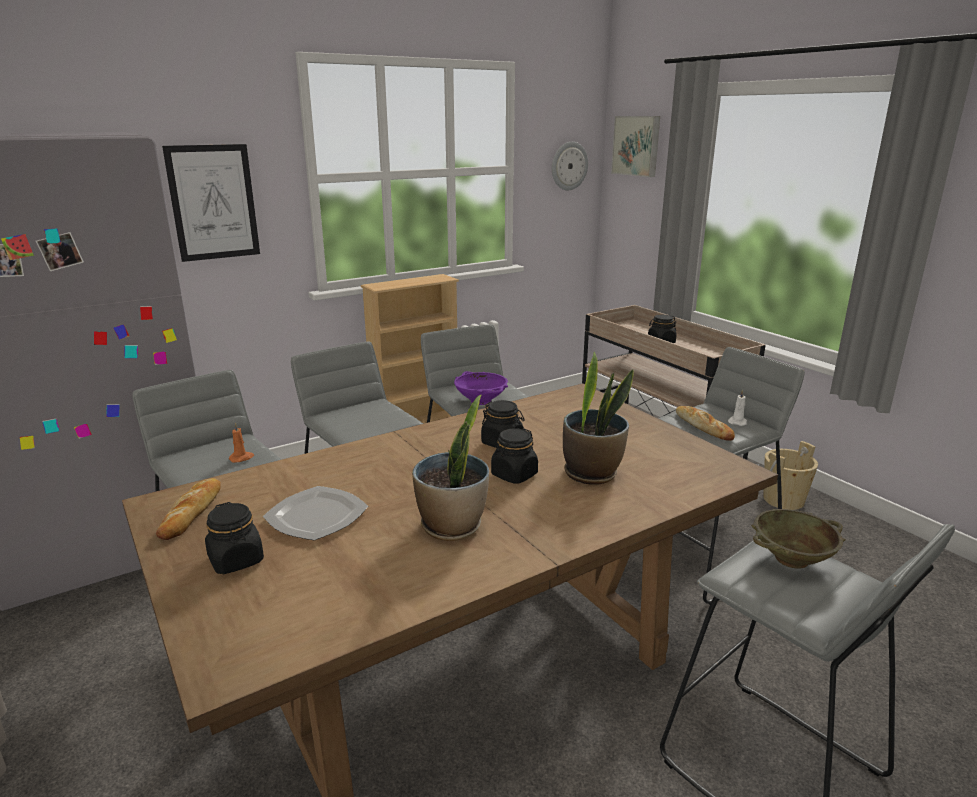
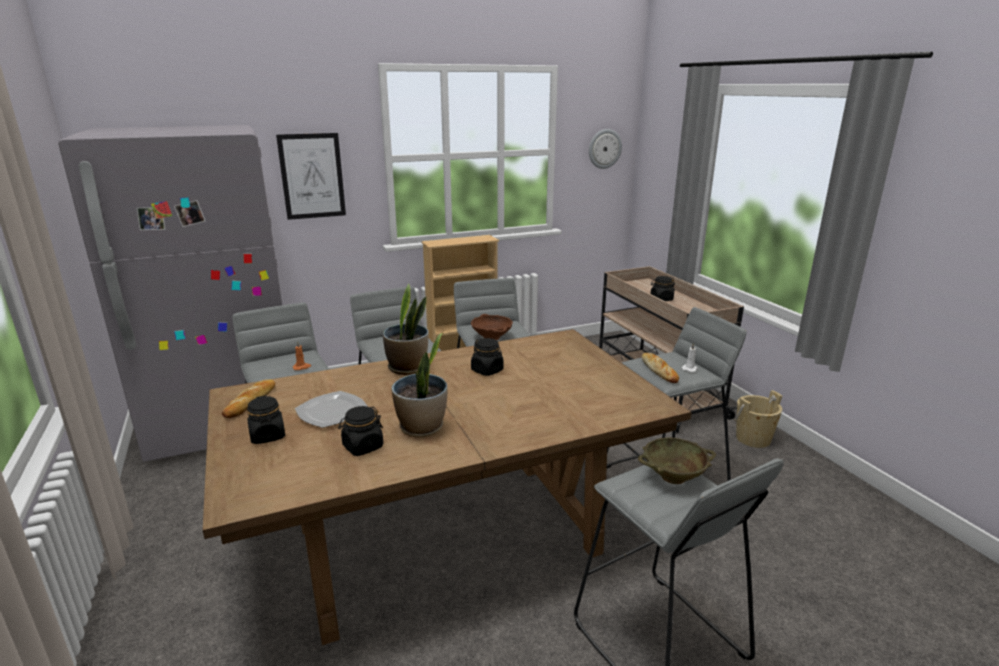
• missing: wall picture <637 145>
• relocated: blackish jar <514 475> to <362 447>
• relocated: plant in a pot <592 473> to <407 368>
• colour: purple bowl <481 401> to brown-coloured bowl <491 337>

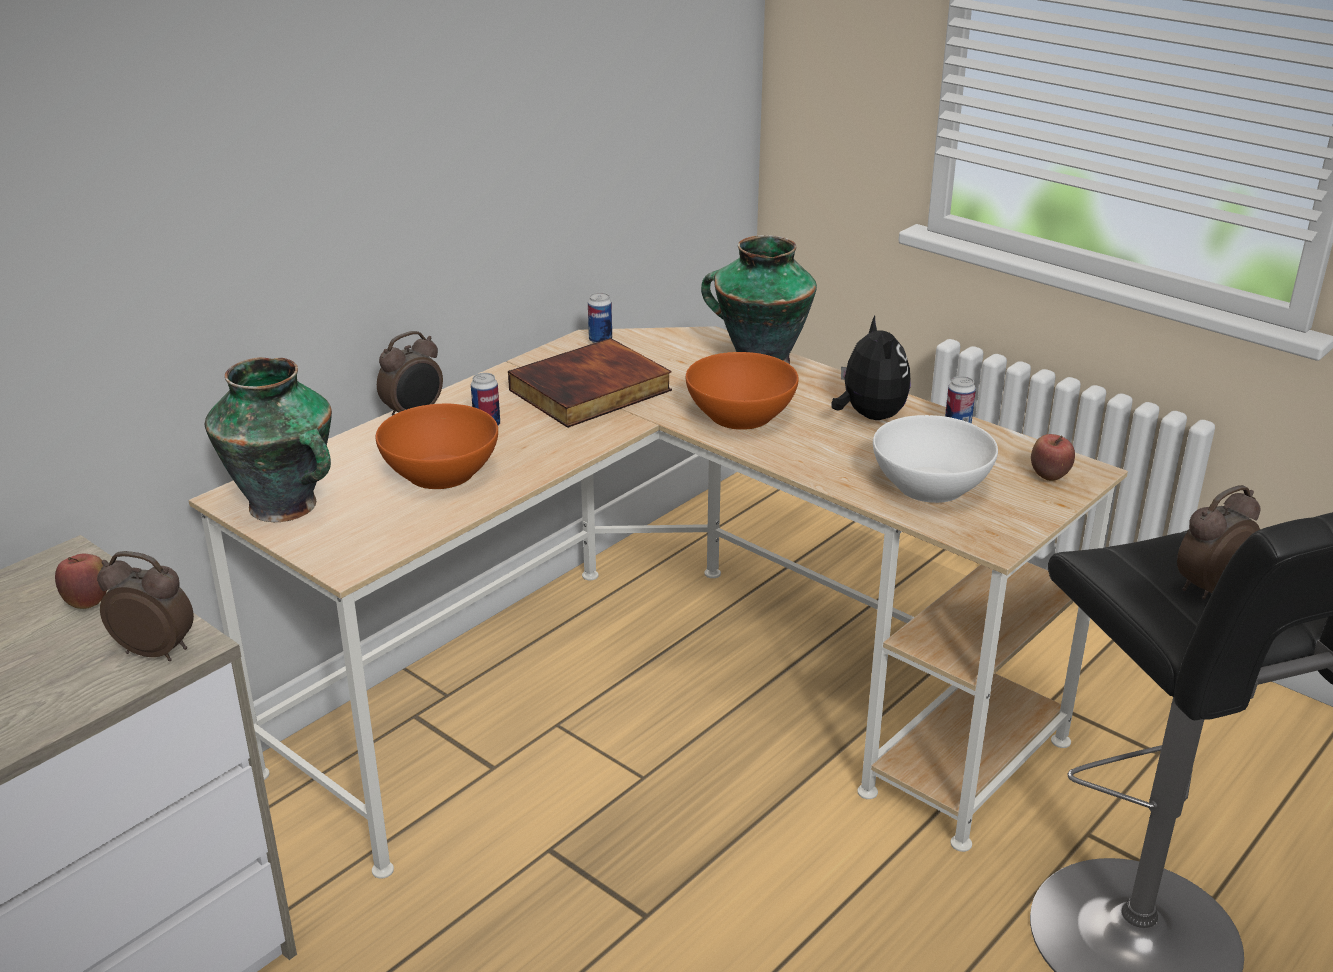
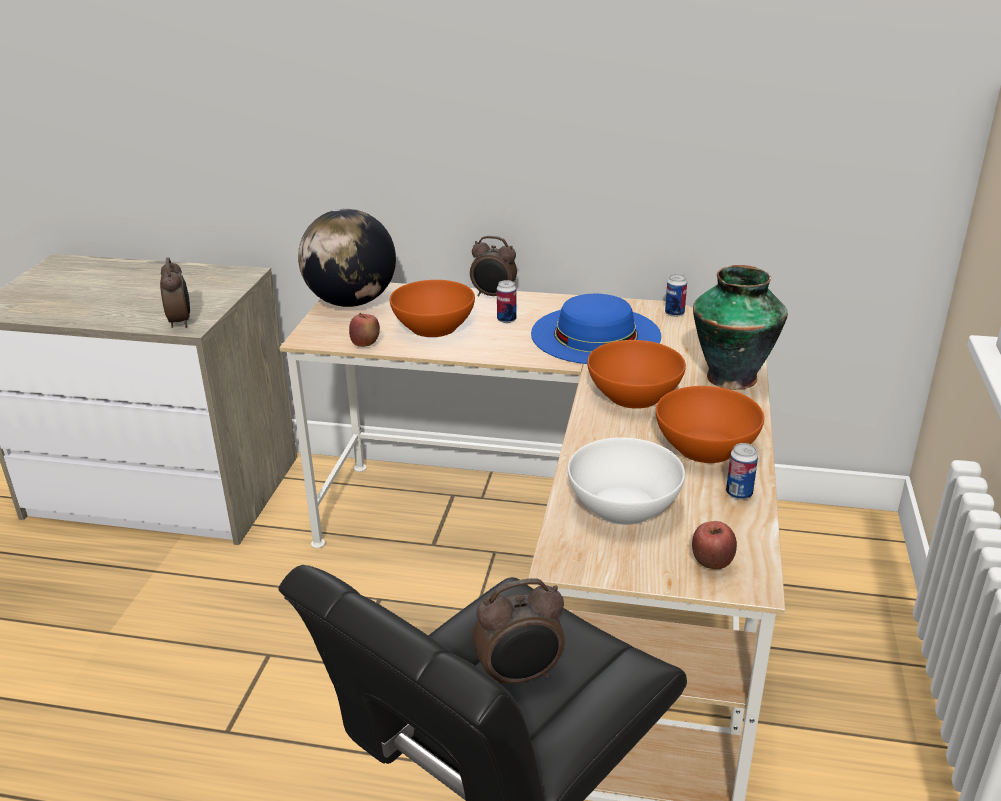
• relocated: apple fruit <88 602> to <365 344>
• exchanged: flower vase <285 507> to desk globe <351 302>
• exchanged: bound book <591 391> to bluish hat <595 334>
• exchanged: plush toy <869 416> to orangey bowl <705 447>
• spun: table clock <1207 587> = <520 676> 135 degrees clockwise

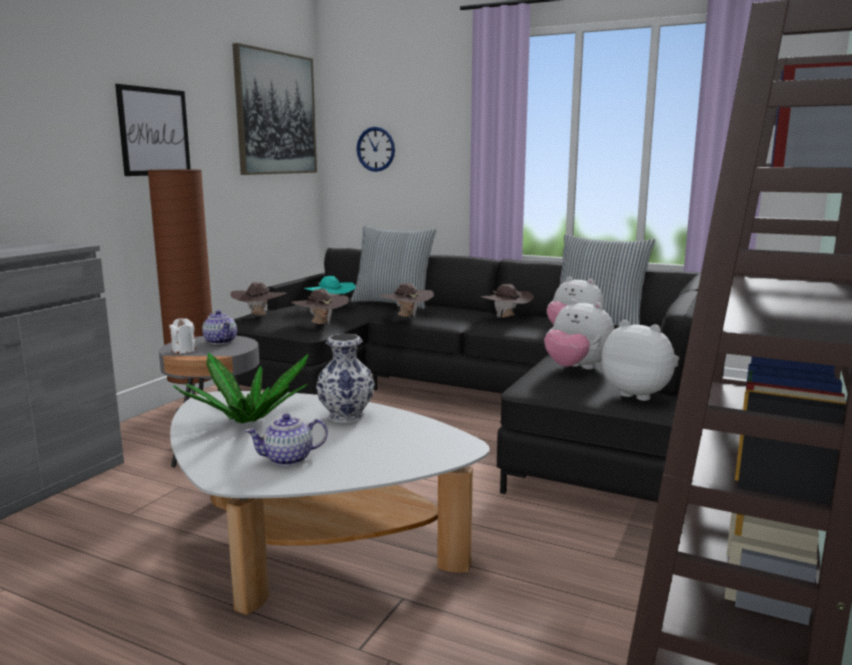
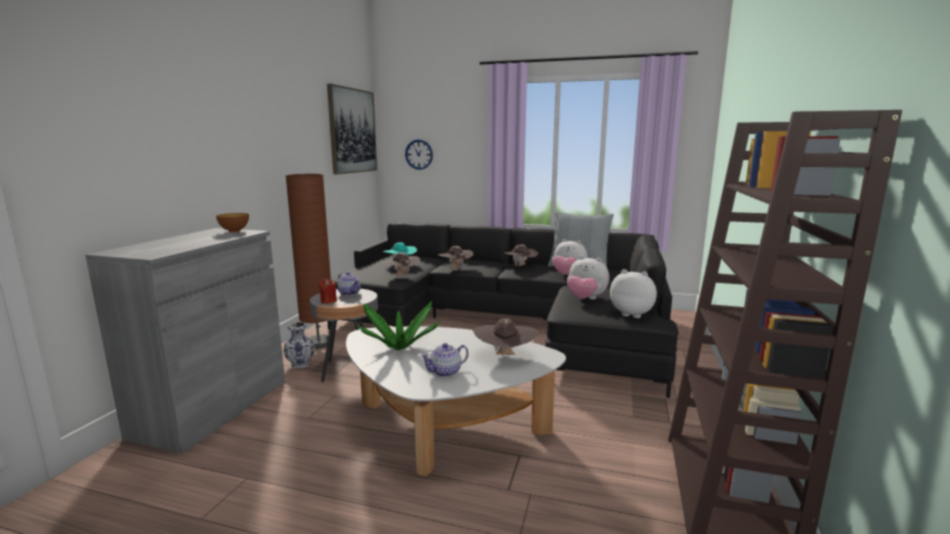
• missing: wall picture <154 132>
• missing: throw pillow <393 303>
• appeared: bowl <234 231>
• relocated: brown-coloured hat <259 316> to <505 356>
• relocated: flower vase <345 417> to <300 364>
• colour: whitish candle <184 350> to red candle <328 301>

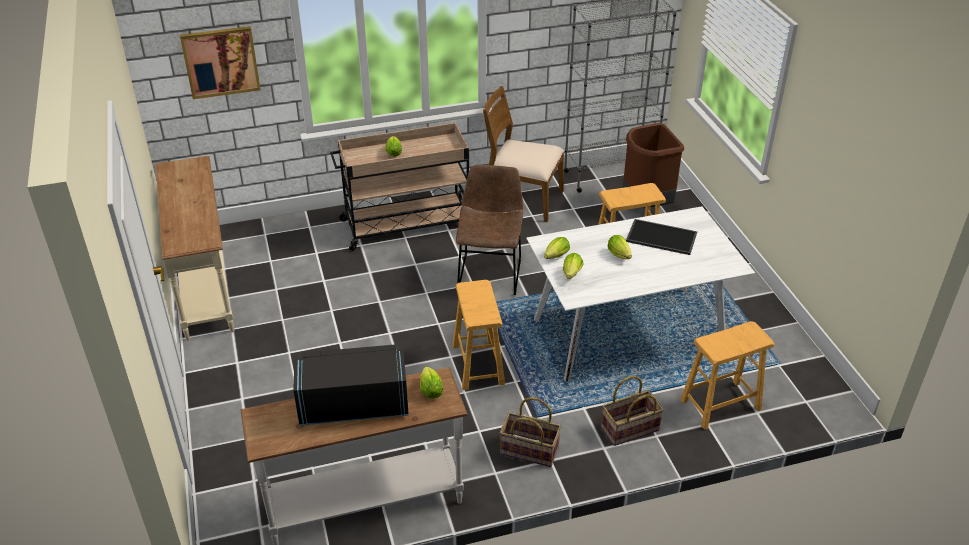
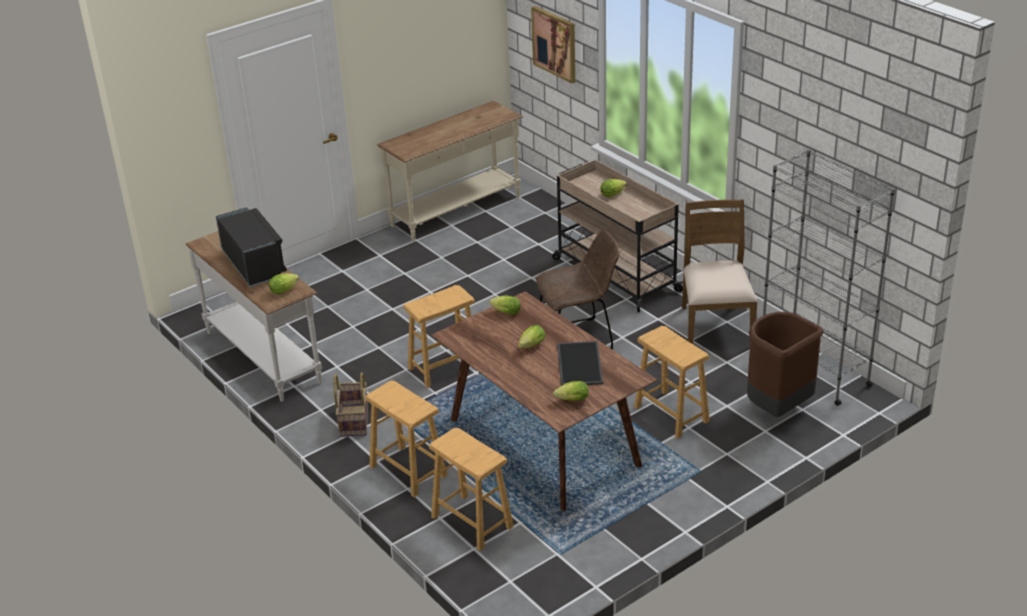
• relocated: lettuce head <571 275> to <571 400>
• exchanged: basket <630 429> to brown-coloured stool <408 471>
• colour: whitish dining table <628 333> to brown-coloured dining table <542 442>

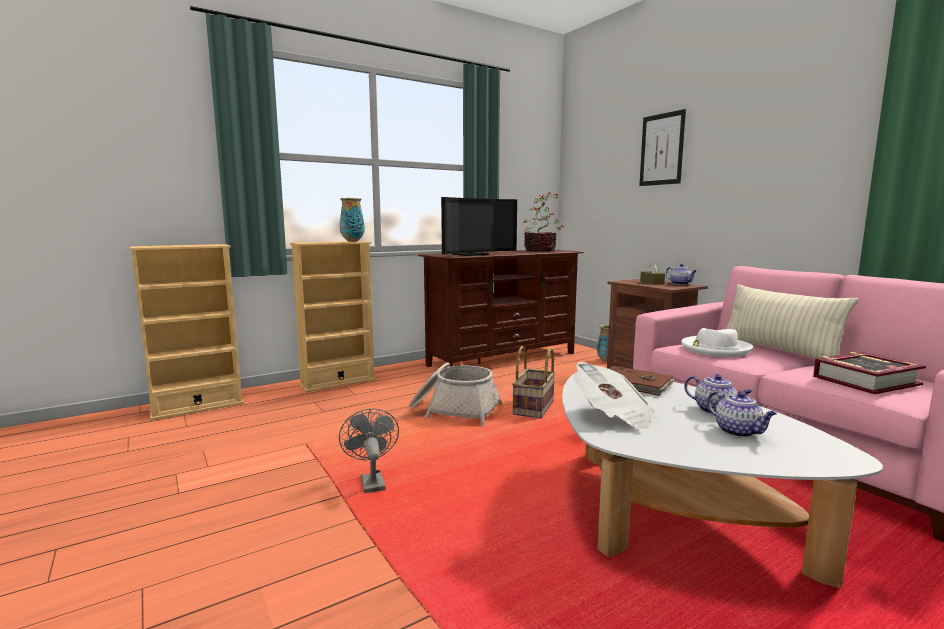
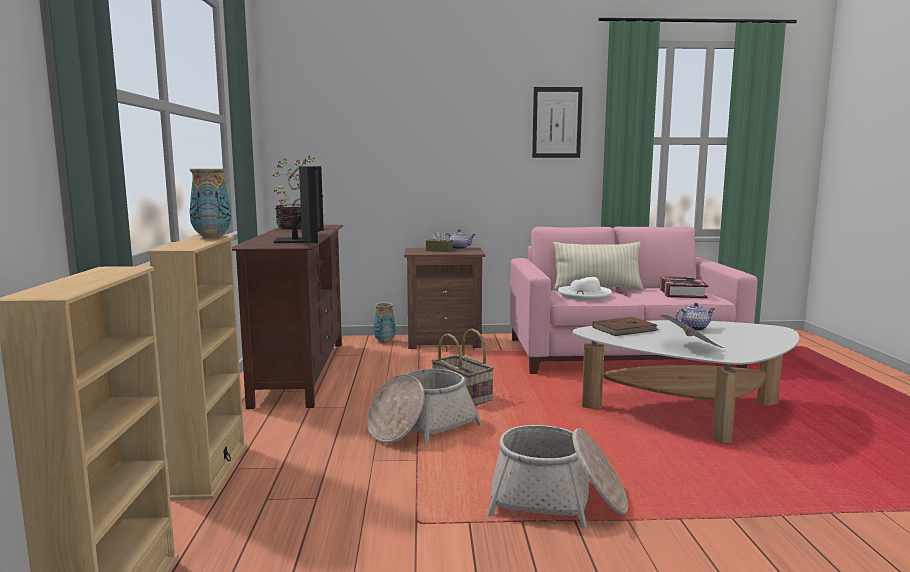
• missing: tea pot <738 432>
• relocated: wall picture <662 149> to <557 122>
• exchanged: greyish cooling fan <371 481> to basket <557 501>

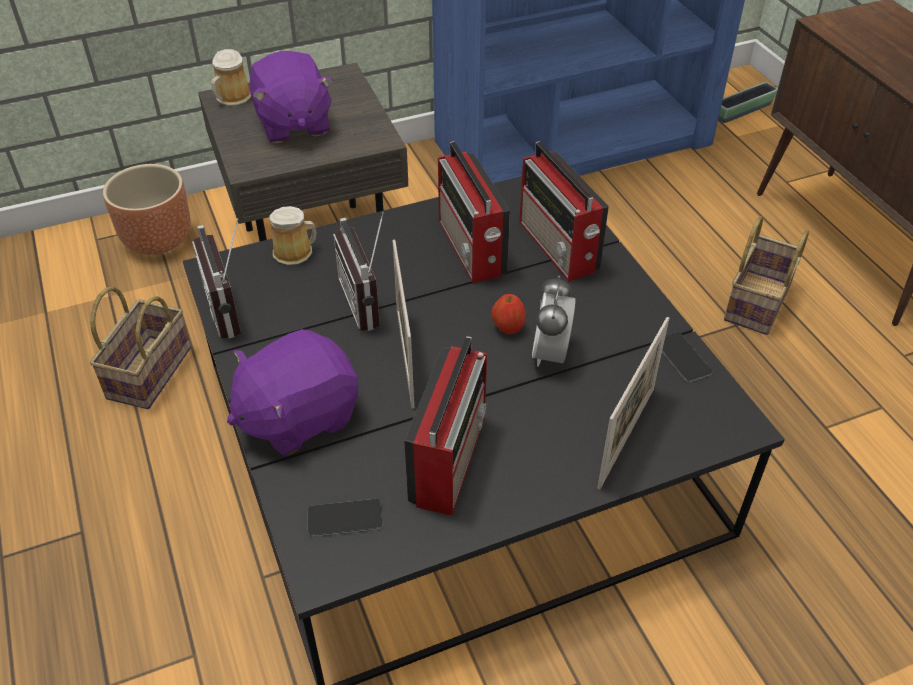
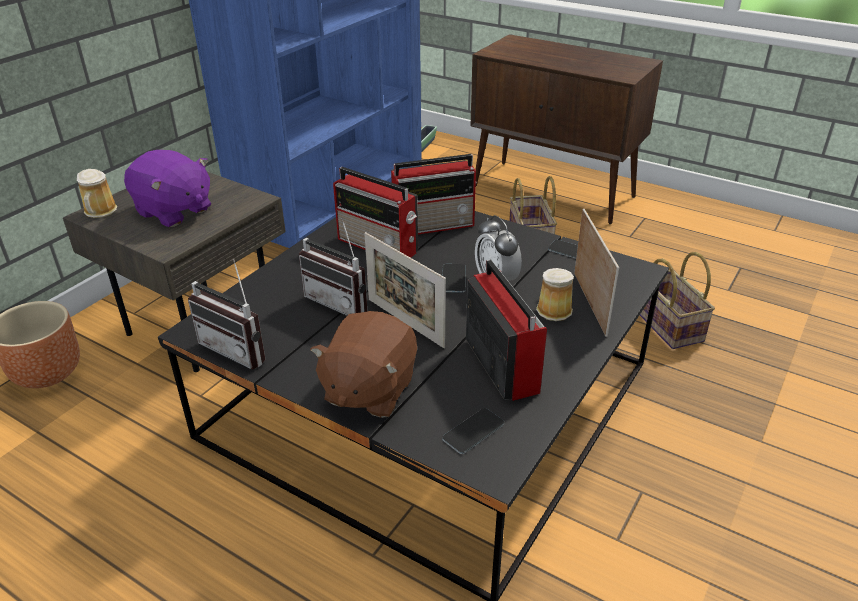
• relocated: basket <149 370> to <666 324>
• relocated: mug <295 252> to <555 309>
• exchanged: apple fruit <508 328> to telephone <453 278>
• colour: purple plush toy <298 416> to brown-coloured plush toy <369 390>
• spun: radio set <559 247> = <435 225> 45 degrees counterclockwise

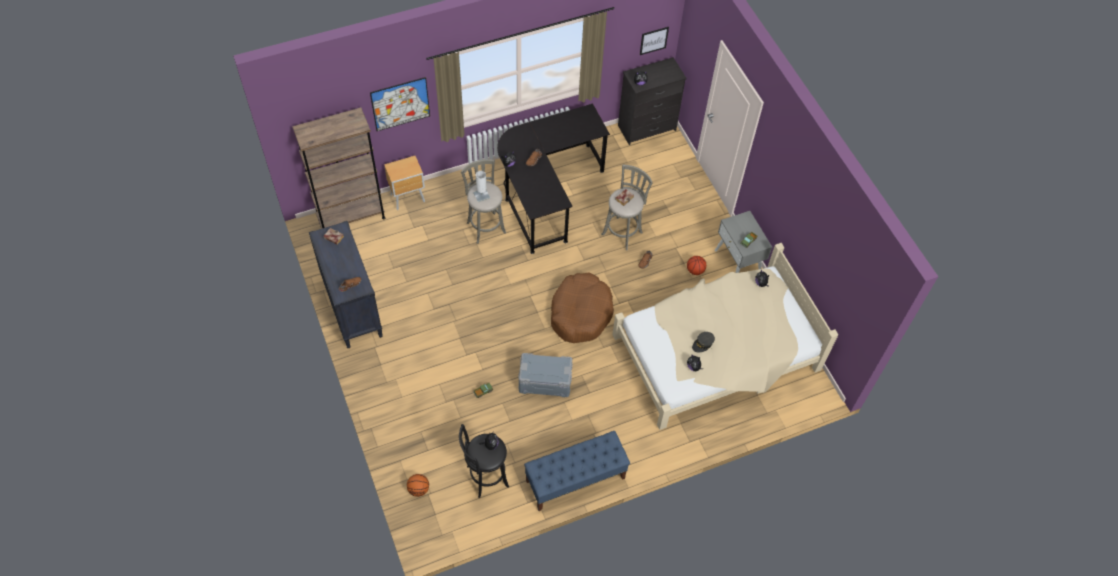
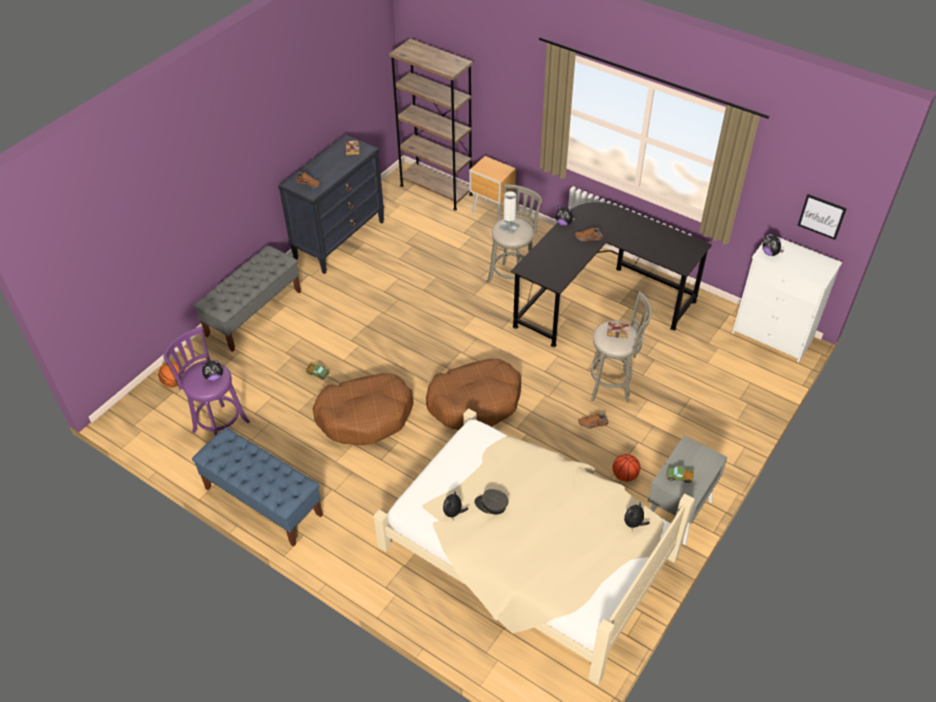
• missing: wall picture <400 104>
• appeared: greyish indoor bench <254 313>
• exchanged: greyish storage bin <545 382> to brown-coloured pet bed <365 416>
• colour: blackish stool <485 477> to purple stool <219 425>
• colour: blackish chest of drawers <647 128> to whitish chest of drawers <772 337>

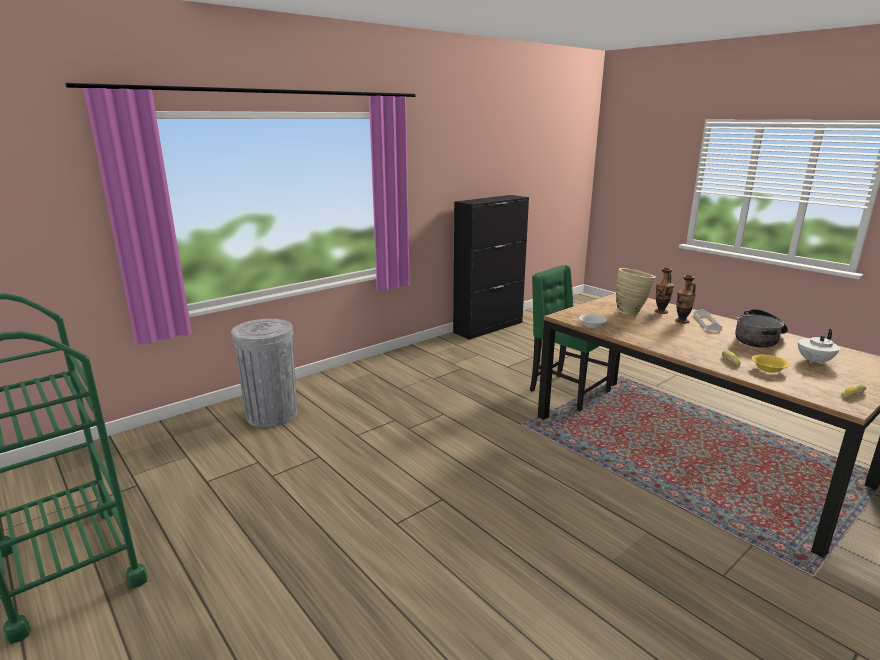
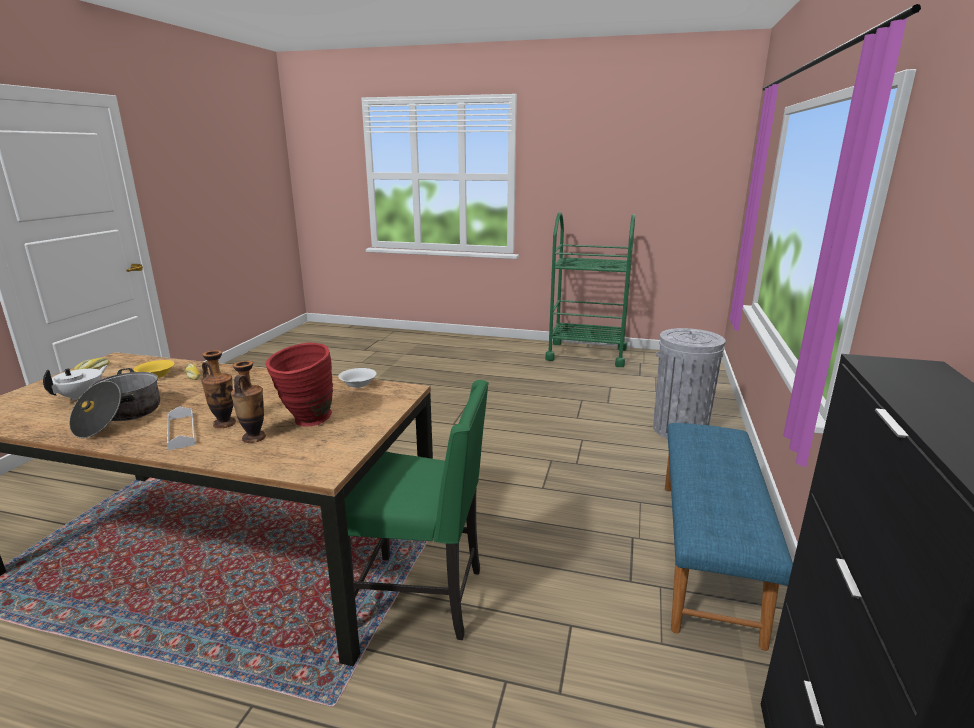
• appeared: bluish indoor bench <708 553>
• colour: beige flower vase <631 313> to red flower vase <306 422>

